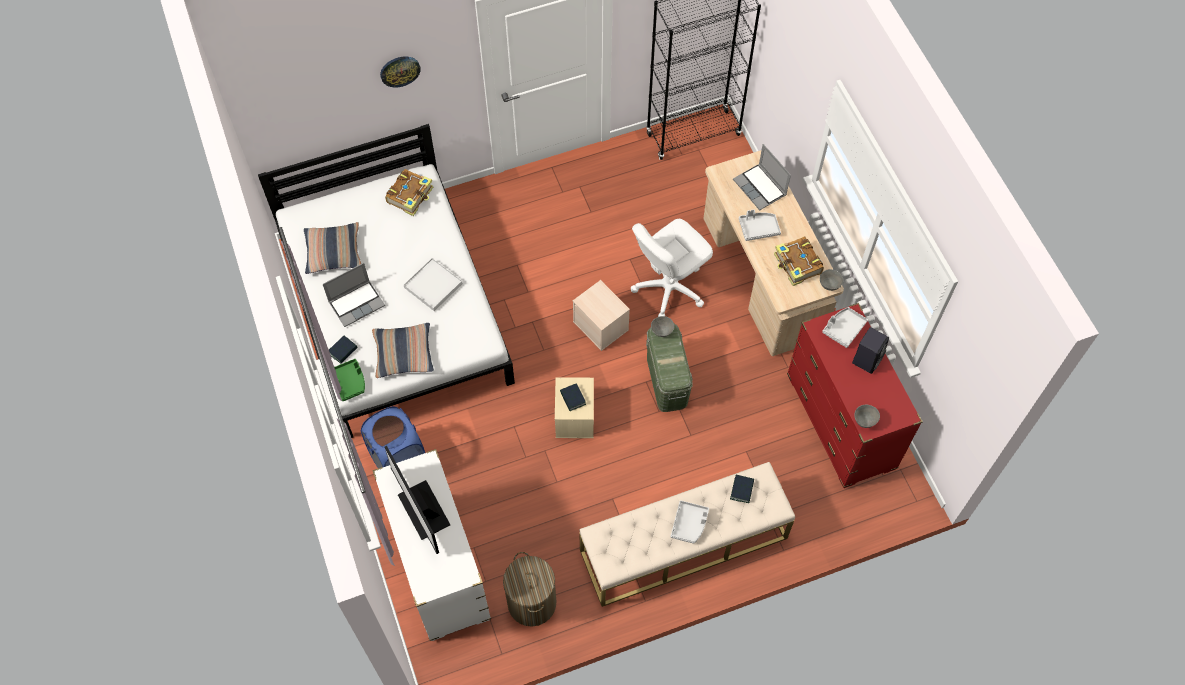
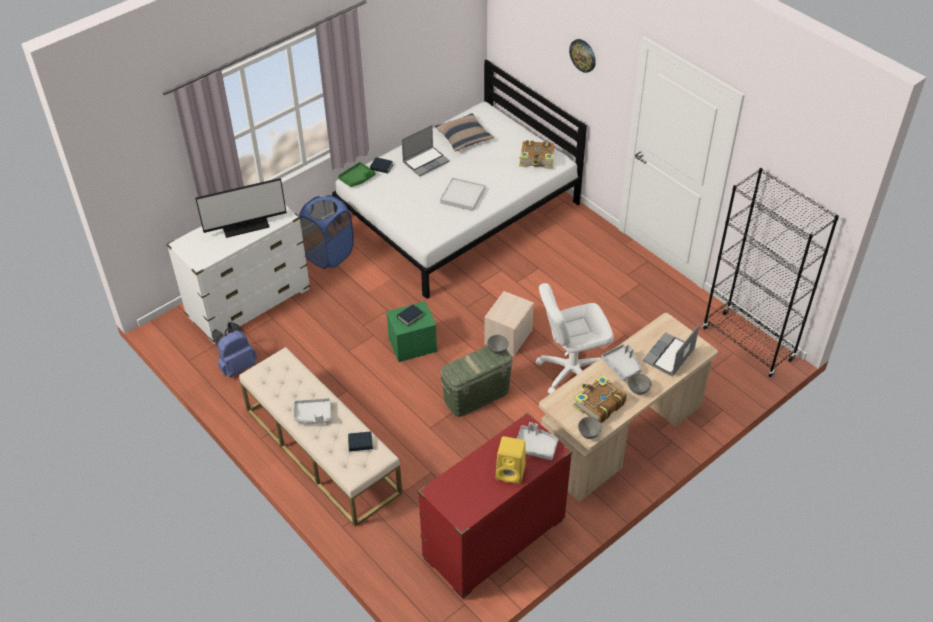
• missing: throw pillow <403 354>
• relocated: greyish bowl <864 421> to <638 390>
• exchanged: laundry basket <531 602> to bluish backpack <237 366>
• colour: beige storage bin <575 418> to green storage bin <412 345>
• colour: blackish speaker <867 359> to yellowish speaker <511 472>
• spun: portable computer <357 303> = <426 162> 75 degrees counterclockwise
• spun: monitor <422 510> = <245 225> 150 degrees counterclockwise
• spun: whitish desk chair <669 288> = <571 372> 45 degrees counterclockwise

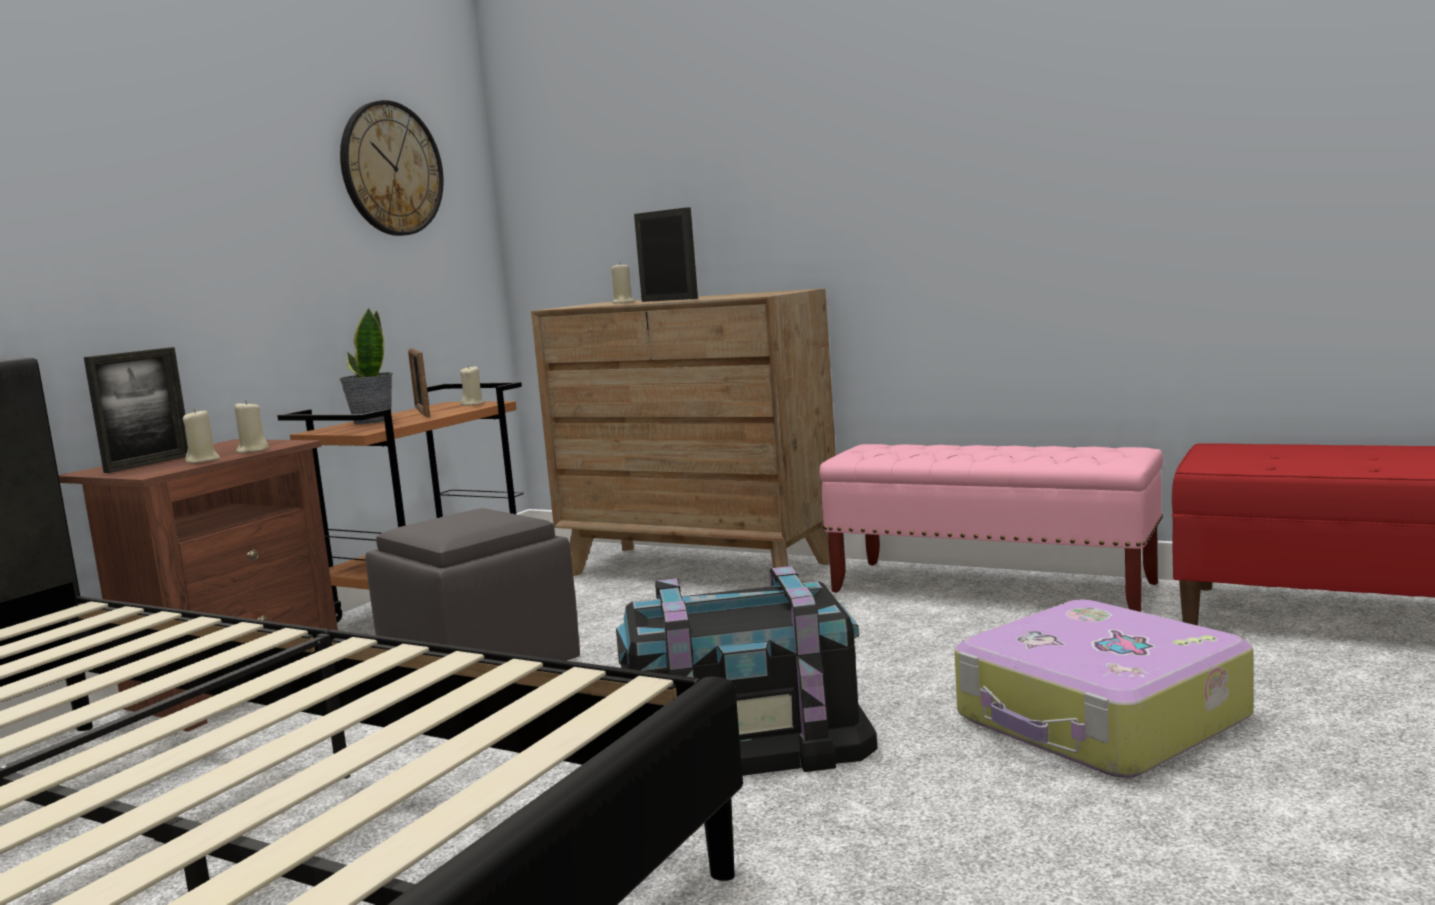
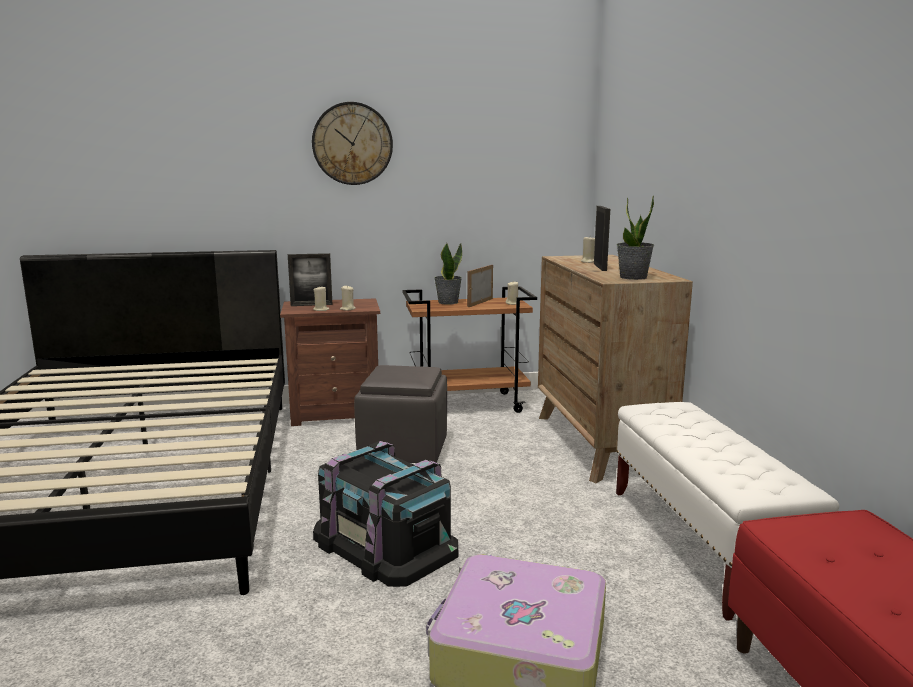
• appeared: plant in a pot <633 277>
• relocated: clock on the wall <391 169> to <352 144>
• colour: pinkish indoor bench <991 588> to whitish indoor bench <702 544>

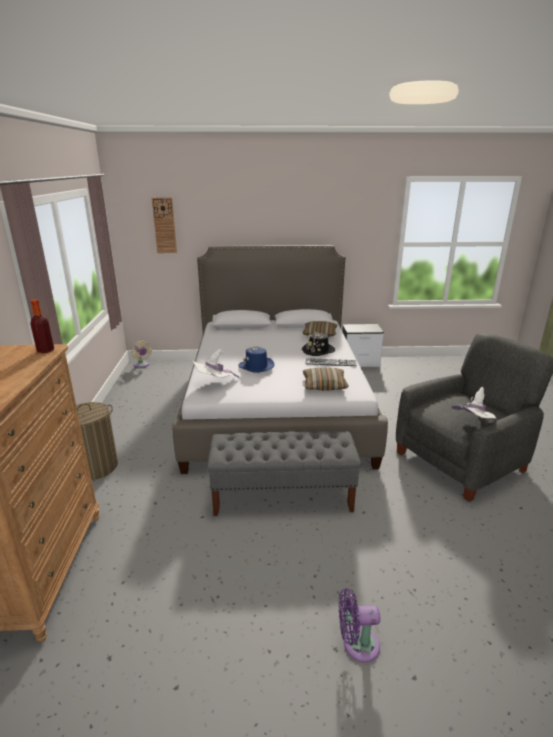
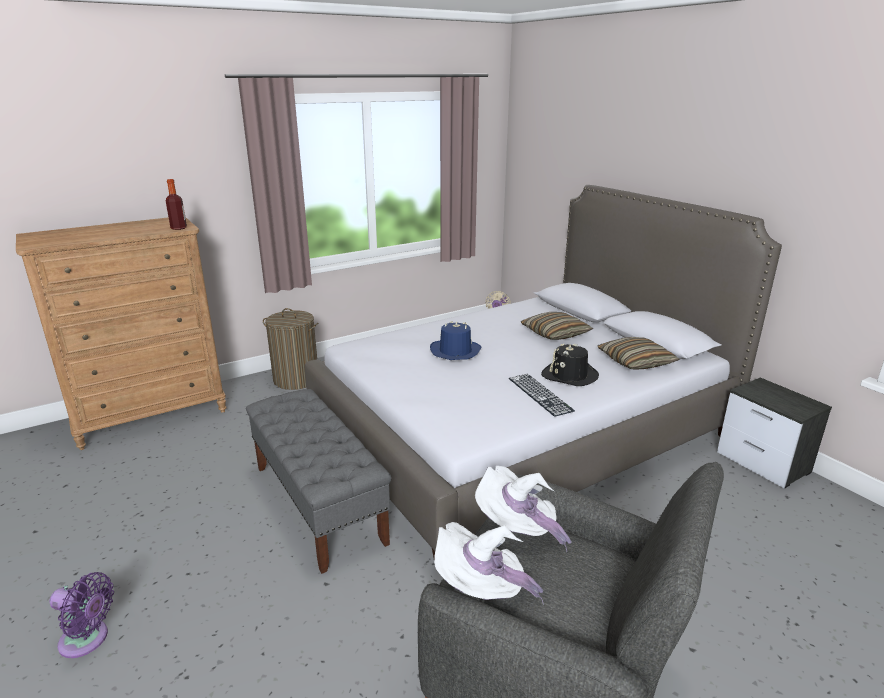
• missing: clock on the wall <164 225>
• relocated: whitish hat <214 382> to <517 528>
• relocated: throw pillow <324 385> to <555 333>
• spun: purple cooling fan <357 644> = <87 640> 135 degrees clockwise

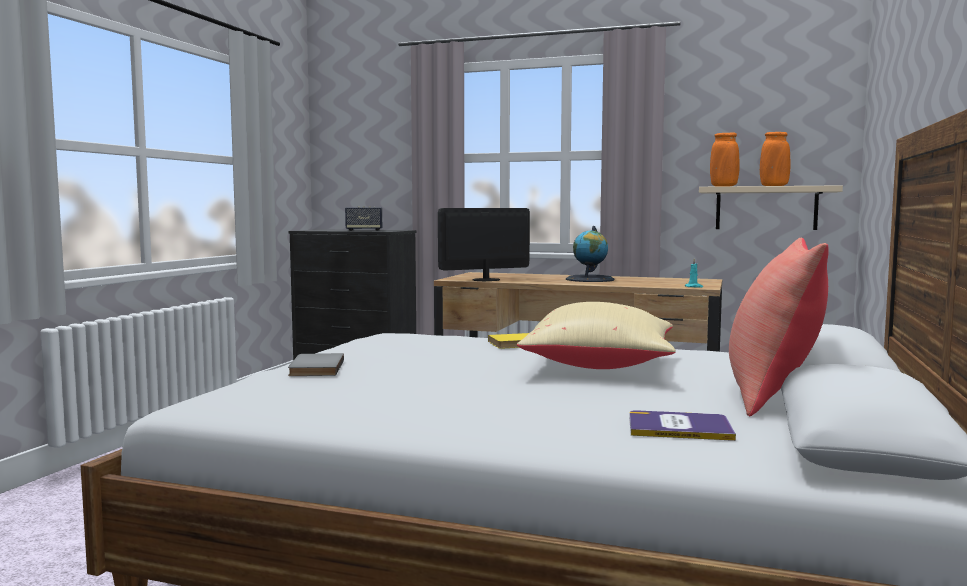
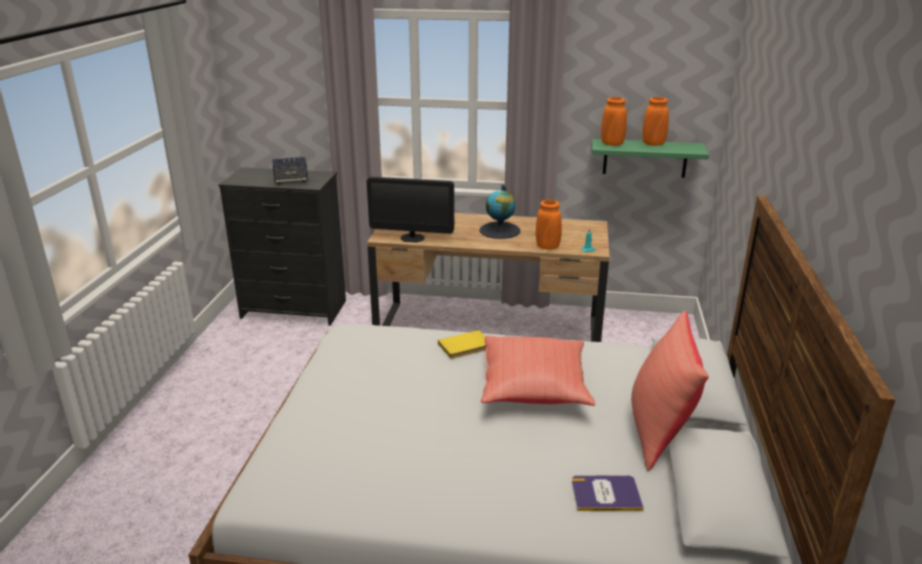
• missing: greyish bound book <314 368>
• appeared: orangey flower vase <547 247>
• colour: beige throw pillow <600 366> to red throw pillow <535 389>
• colour: beige wall shelf <766 208> to green wall shelf <645 158>
• spun: monitor <486 280> = <412 238> 135 degrees counterclockwise

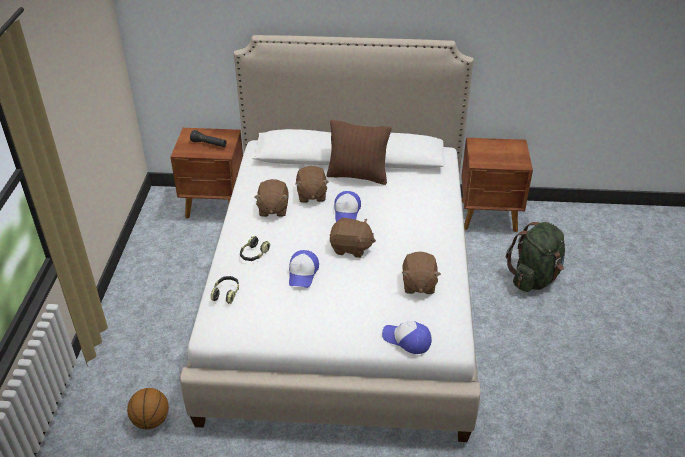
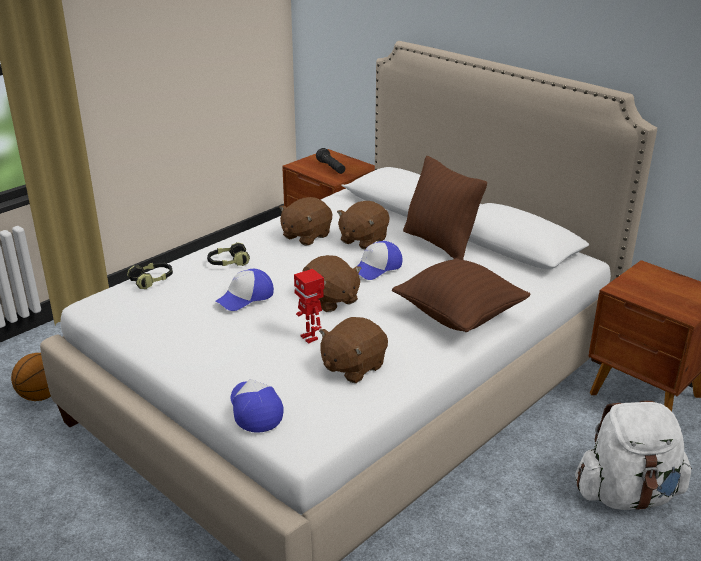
• appeared: robot figure <310 337>
• appeared: brown-coloured throw pillow <459 316>
• colour: green backpack <534 278> to whitish backpack <627 494>

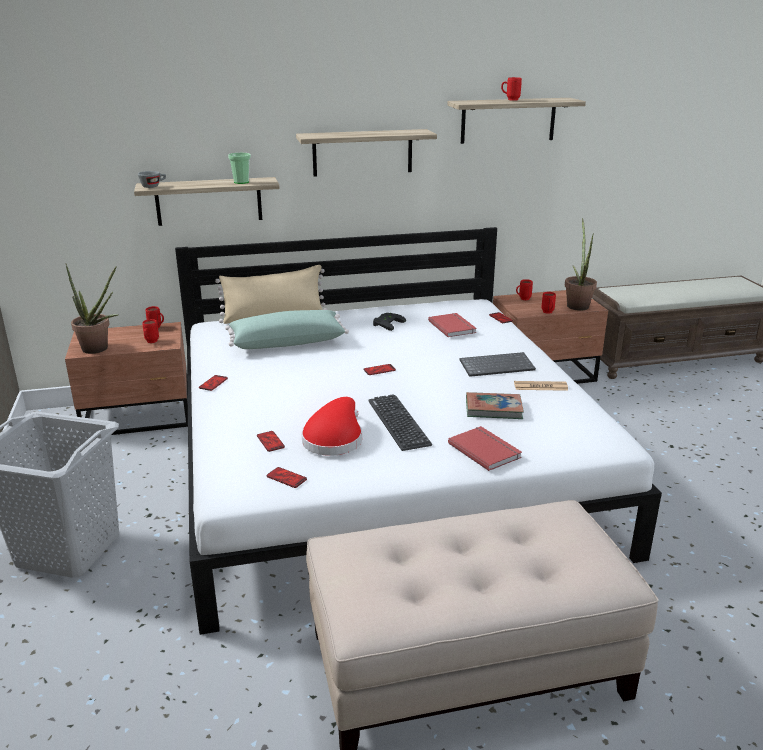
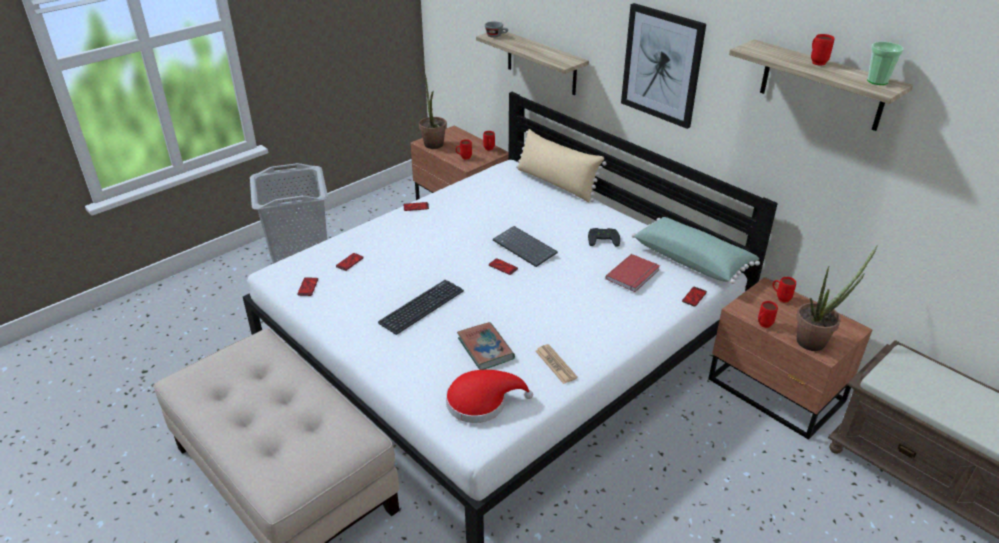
• missing: red bound book <485 450>
• relocated: green throw pillow <287 342> to <692 260>
• relocated: drinking cup <241 182> to <877 81>
• relocated: red hat <334 439> to <481 402>
• relocated: computer keyboard <497 366> to <526 247>
• exchanged: wall shelf <362 152> to wall picture <662 65>

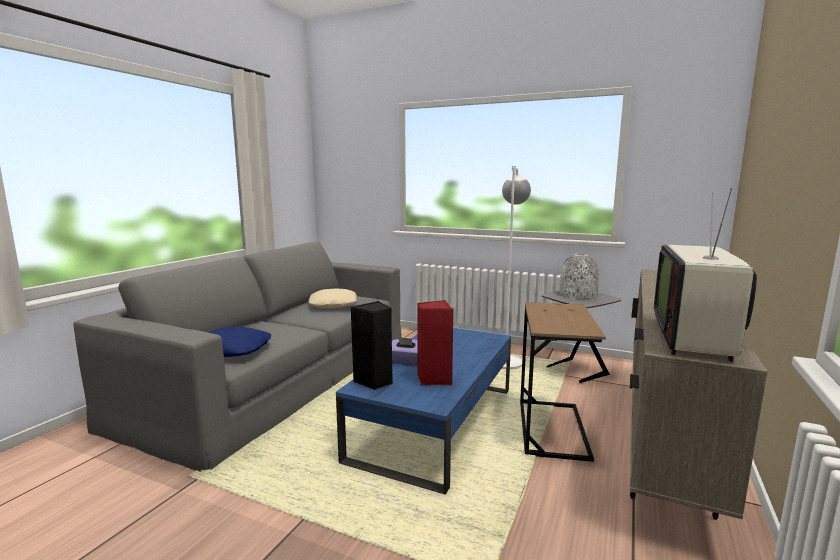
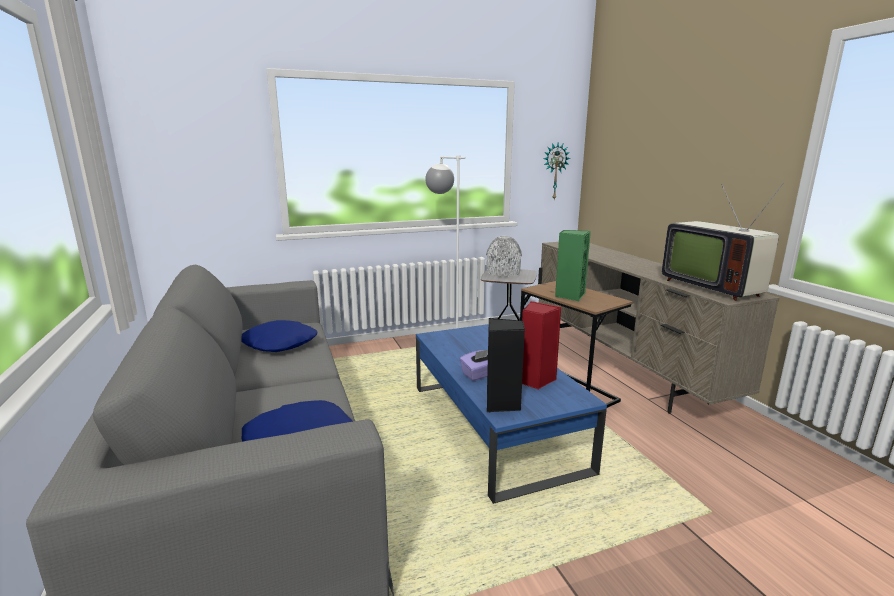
• appeared: clock on the wall <554 171>
• appeared: green speaker <569 296>
• colour: beige throw pillow <332 304> to bluish throw pillow <278 343>

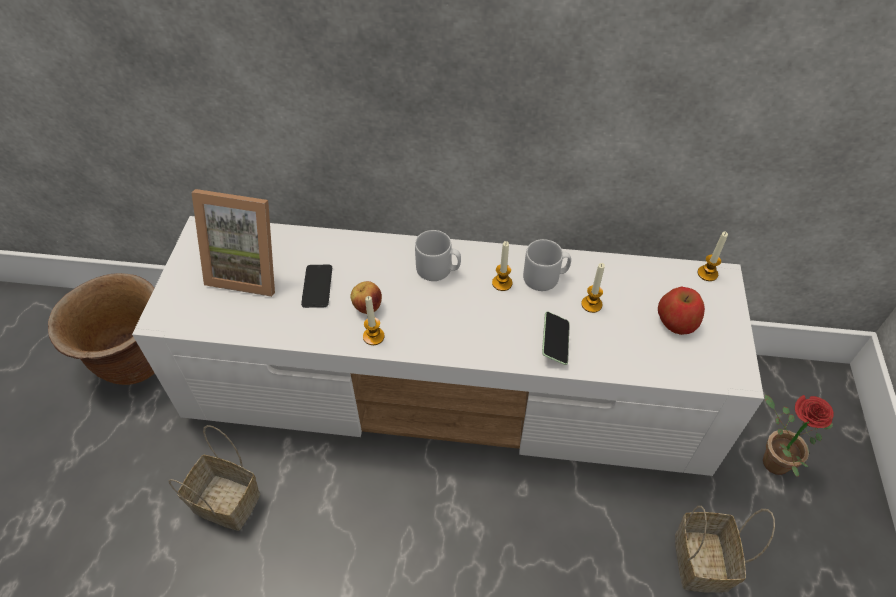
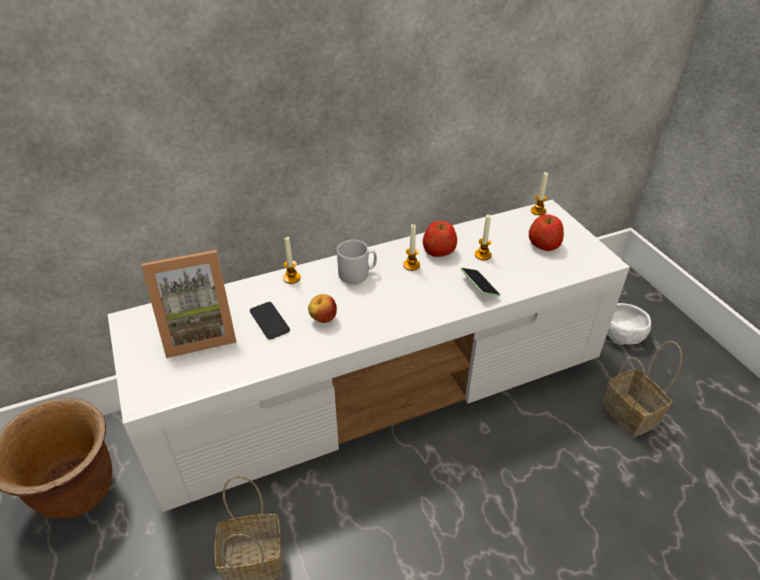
• relocated: candle <373 336> to <291 278>
• exchanged: greyish mug <545 277> to apple fruit <438 251>
• exchanged: plant in a pot <769 459> to whitish bowl <621 333>

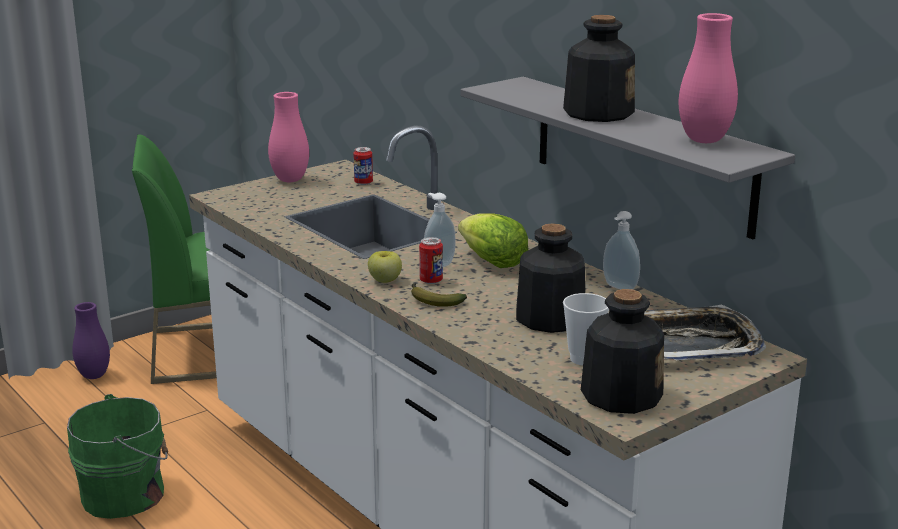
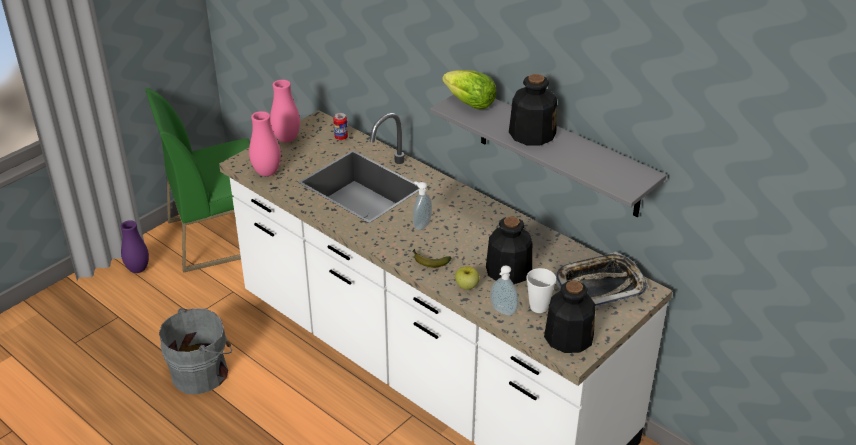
• missing: can <431 281>
• relocated: apple fruit <385 280> to <466 286>
• relocated: lettuce head <492 262> to <470 103>
• relocated: liquid soap bottle <618 287> to <502 312>
• relocated: pinkish flower vase <704 140> to <267 172>
• colour: green water bucket <127 494> to greyish water bucket <202 372>

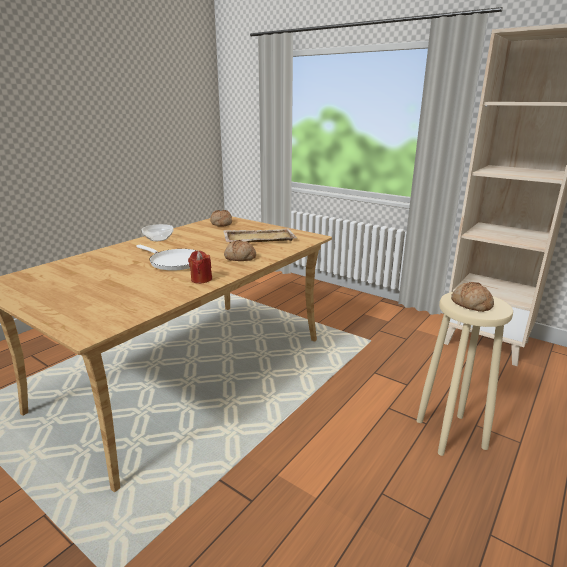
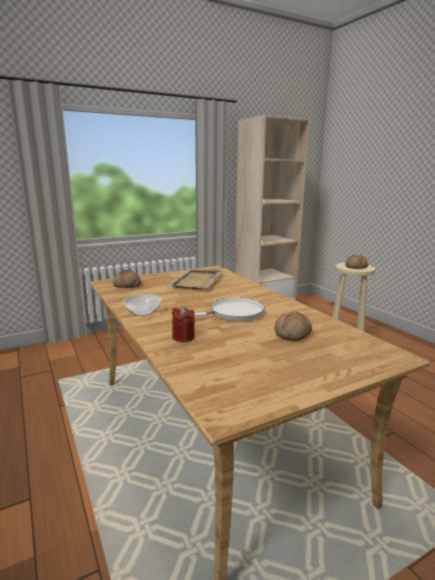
• relocated: red candle <201 279> to <183 337>
• relocated: baked bread <240 258> to <293 334>

